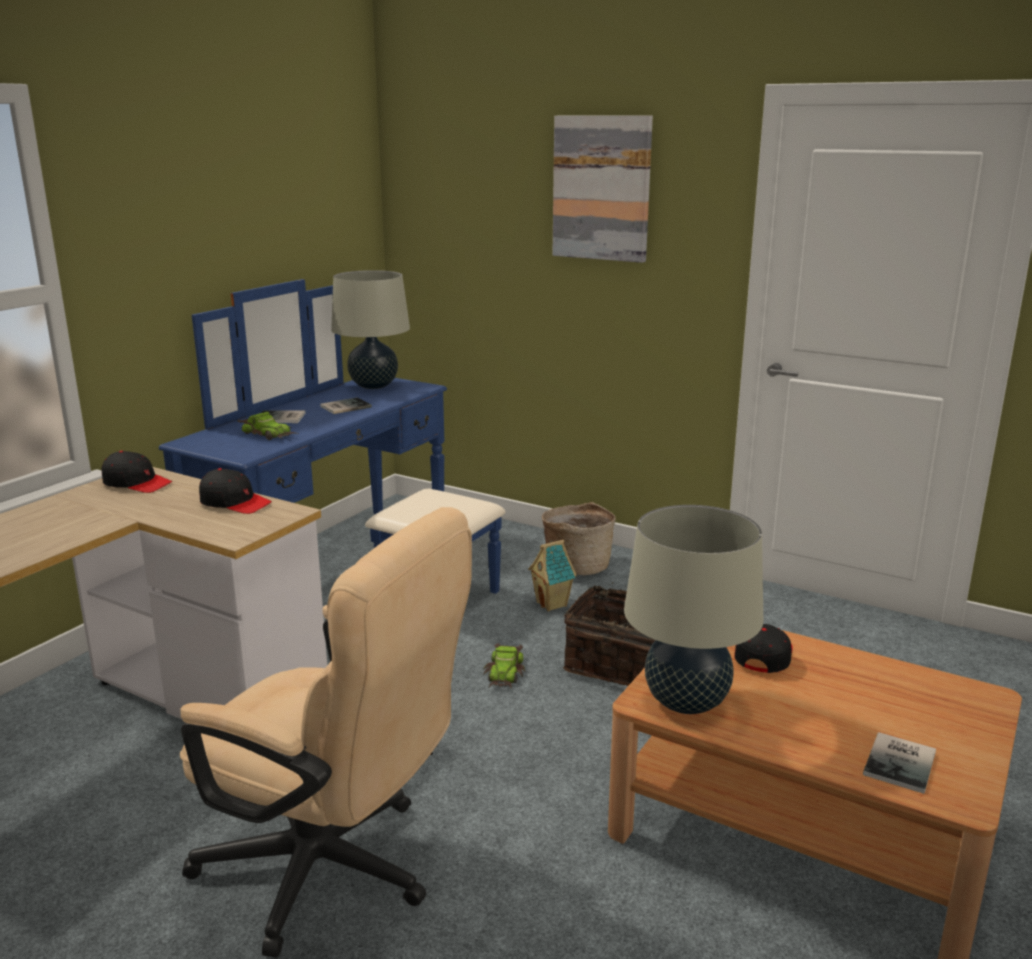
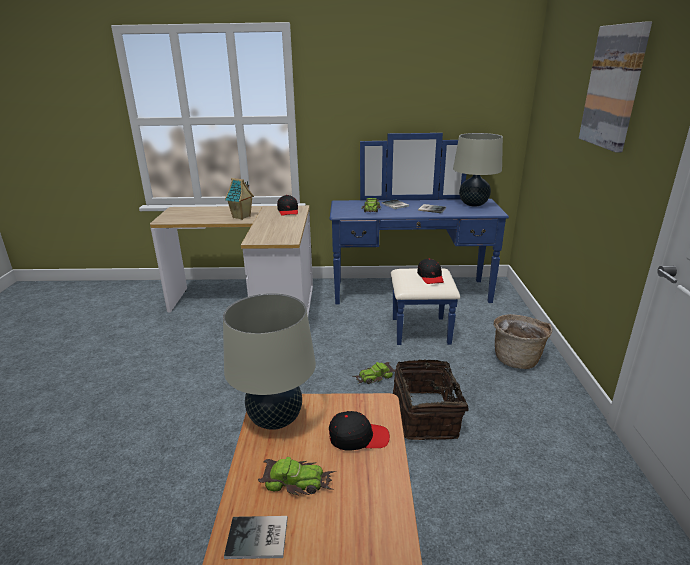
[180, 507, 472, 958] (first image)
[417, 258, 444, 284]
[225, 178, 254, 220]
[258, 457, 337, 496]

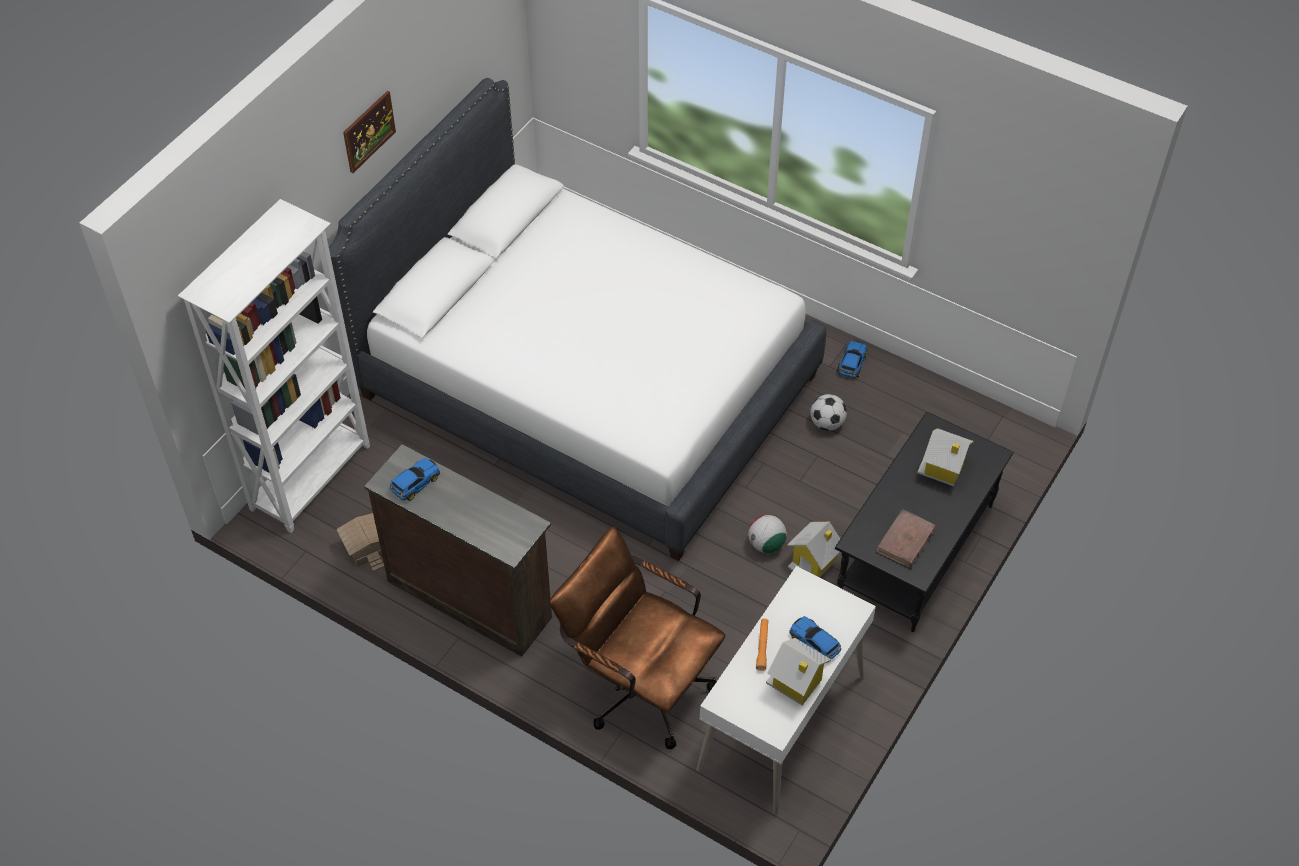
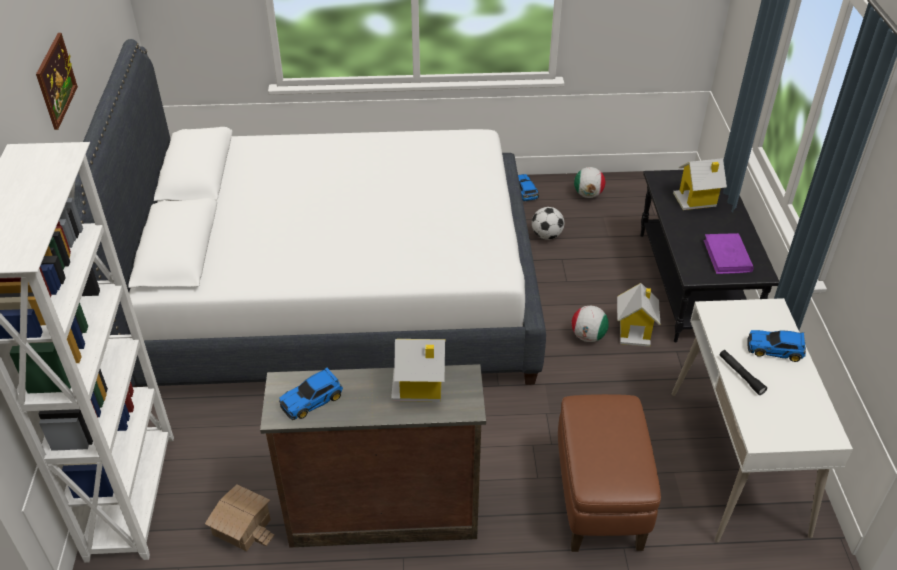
[279, 367, 343, 420]
[558, 394, 661, 552]
[719, 350, 767, 395]
[391, 339, 446, 402]
[704, 233, 754, 274]
[574, 167, 605, 198]

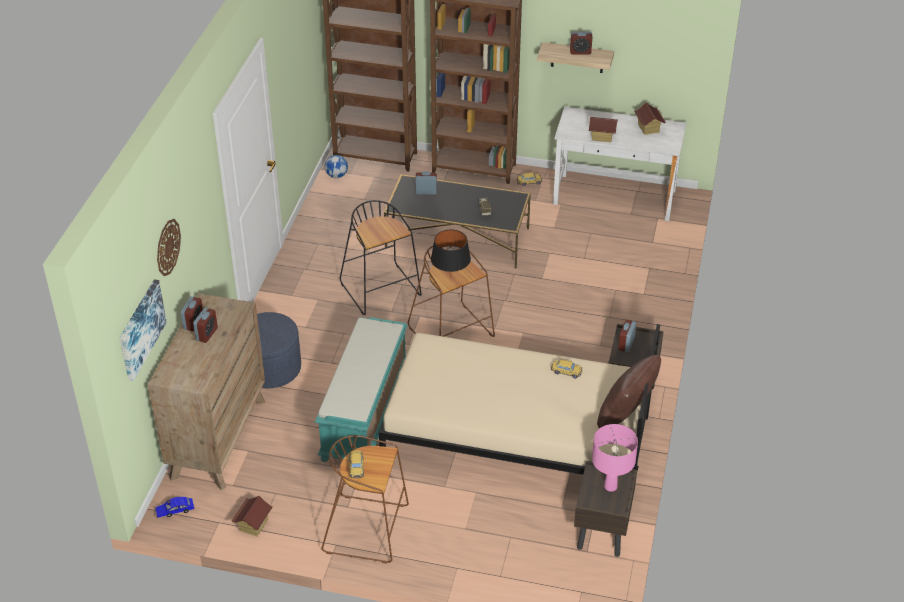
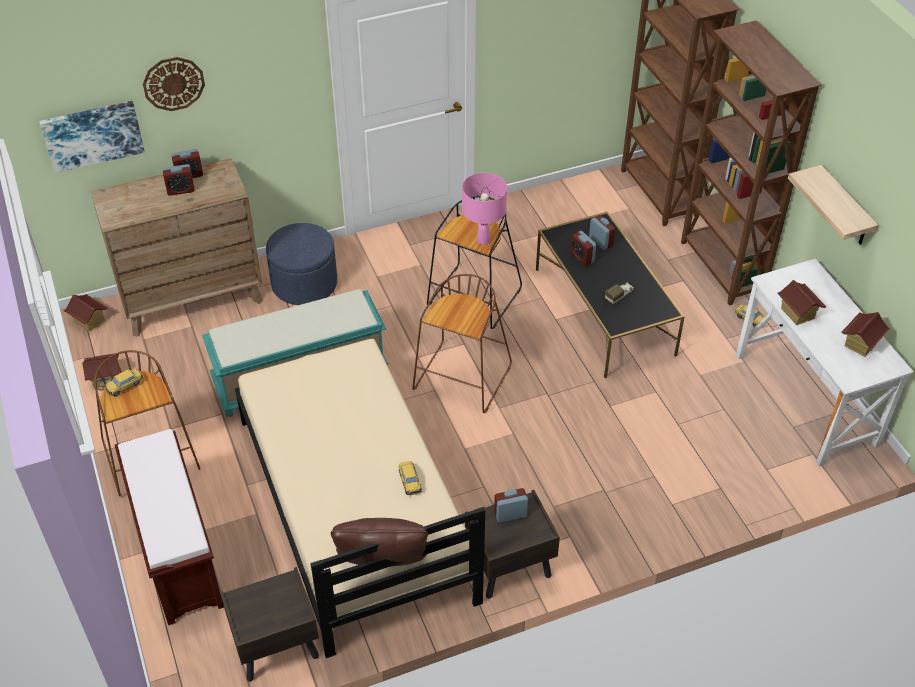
[63, 294, 108, 332]
[325, 155, 348, 178] (first image)
[431, 229, 471, 279] (first image)
[570, 231, 596, 266]
[462, 173, 507, 245]
[115, 429, 224, 625]

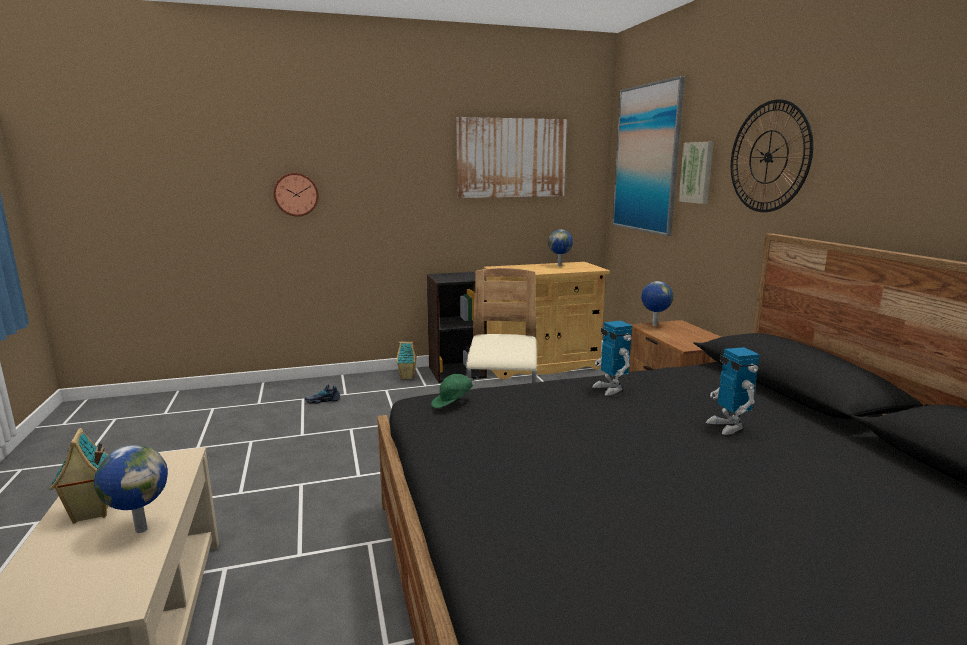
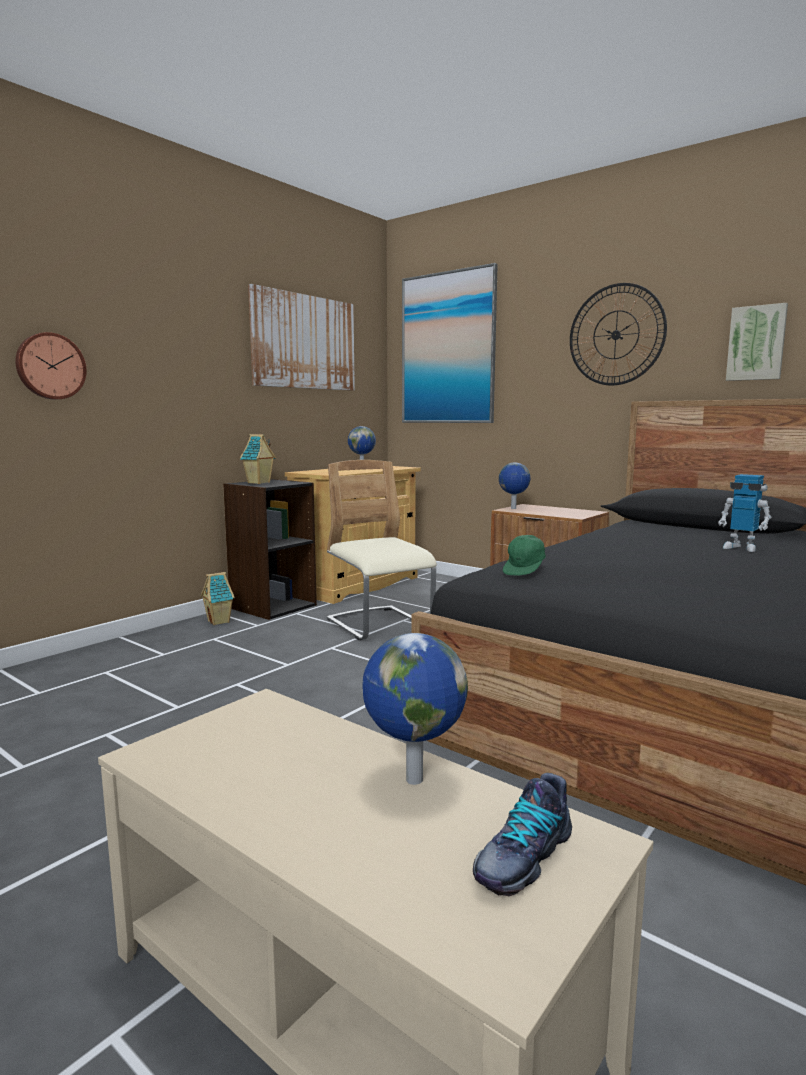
[240, 434, 276, 484]
[473, 773, 572, 896]
[592, 321, 632, 396] (first image)
[726, 303, 788, 381]

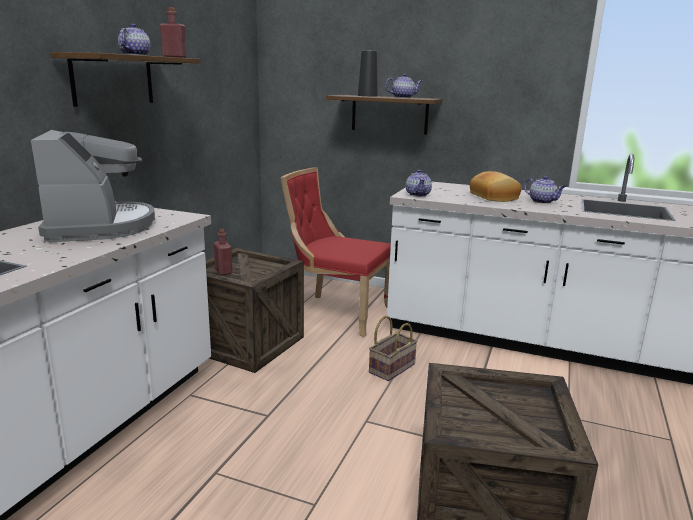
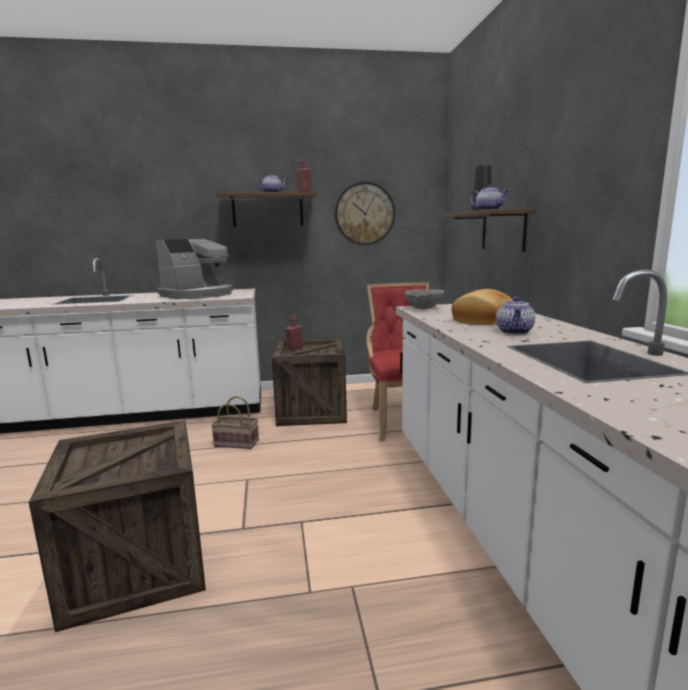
[211, 396, 259, 449]
[405, 290, 444, 309]
[335, 182, 395, 245]

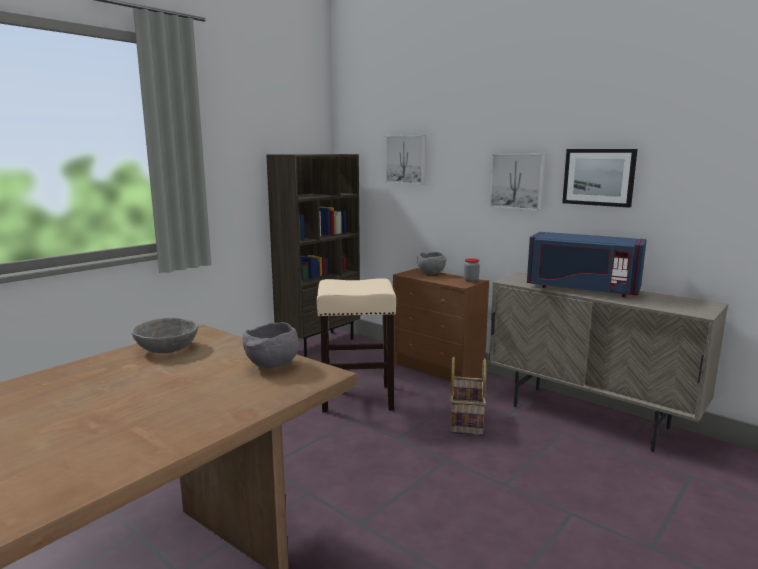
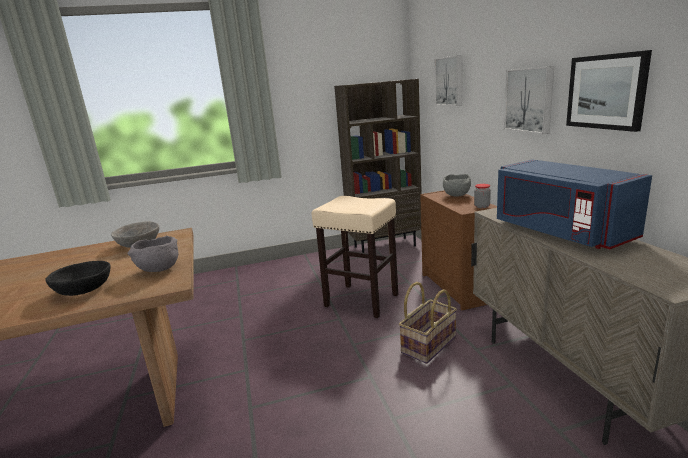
[45, 261, 111, 296]

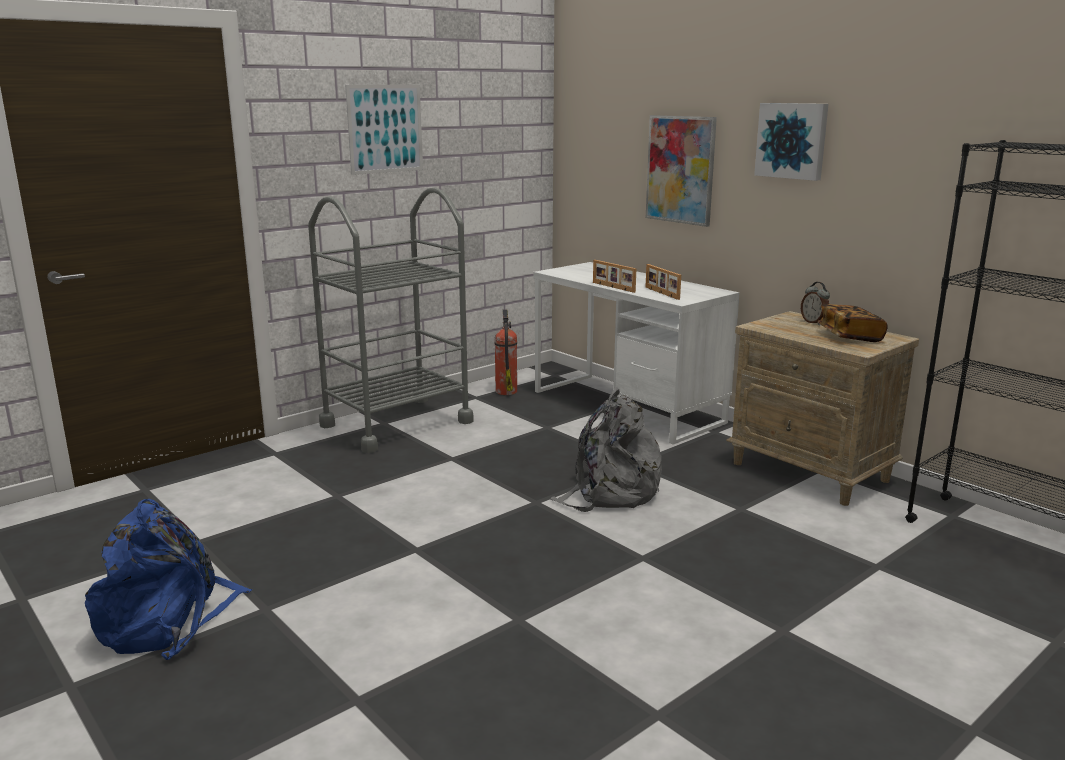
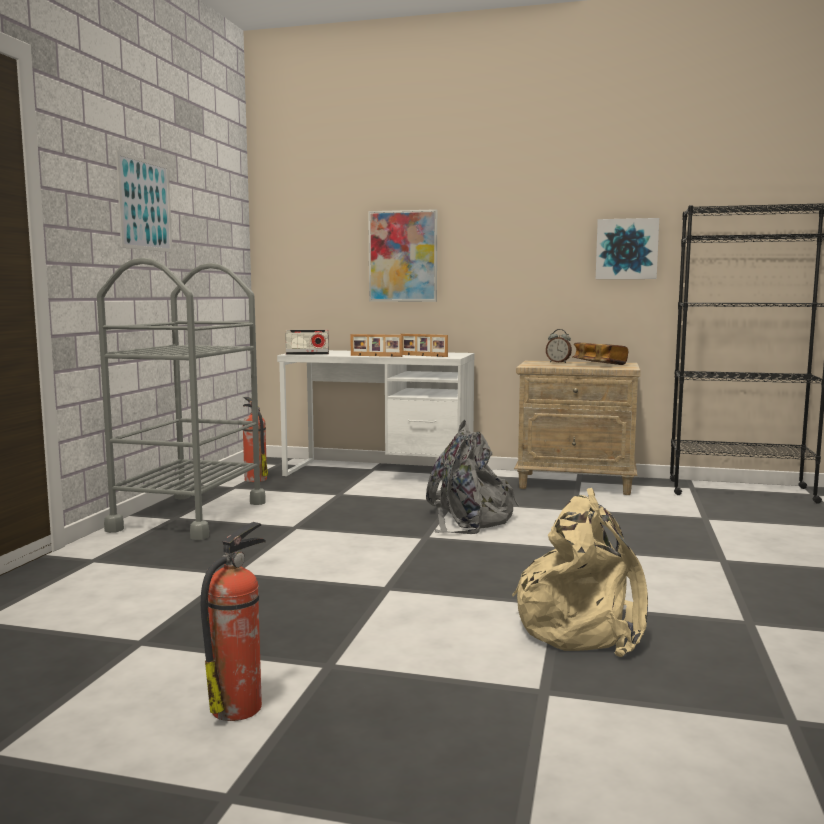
[201, 522, 266, 721]
[596, 218, 659, 279]
[285, 330, 329, 355]
[512, 488, 648, 657]

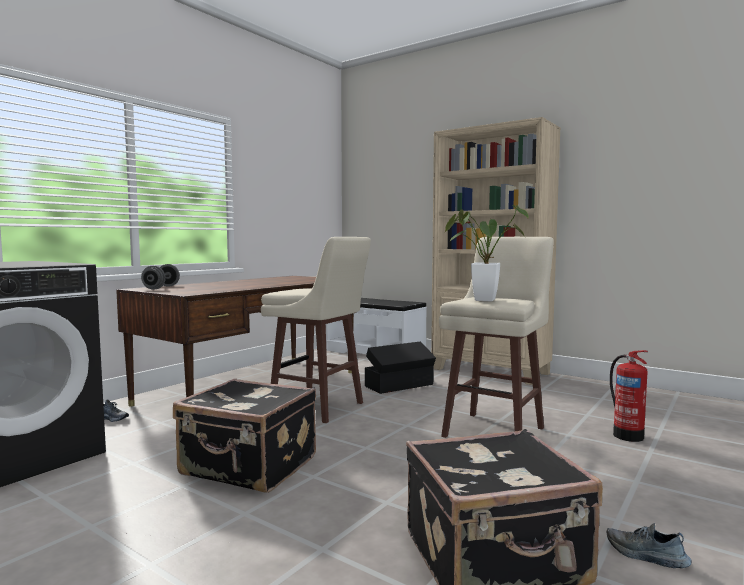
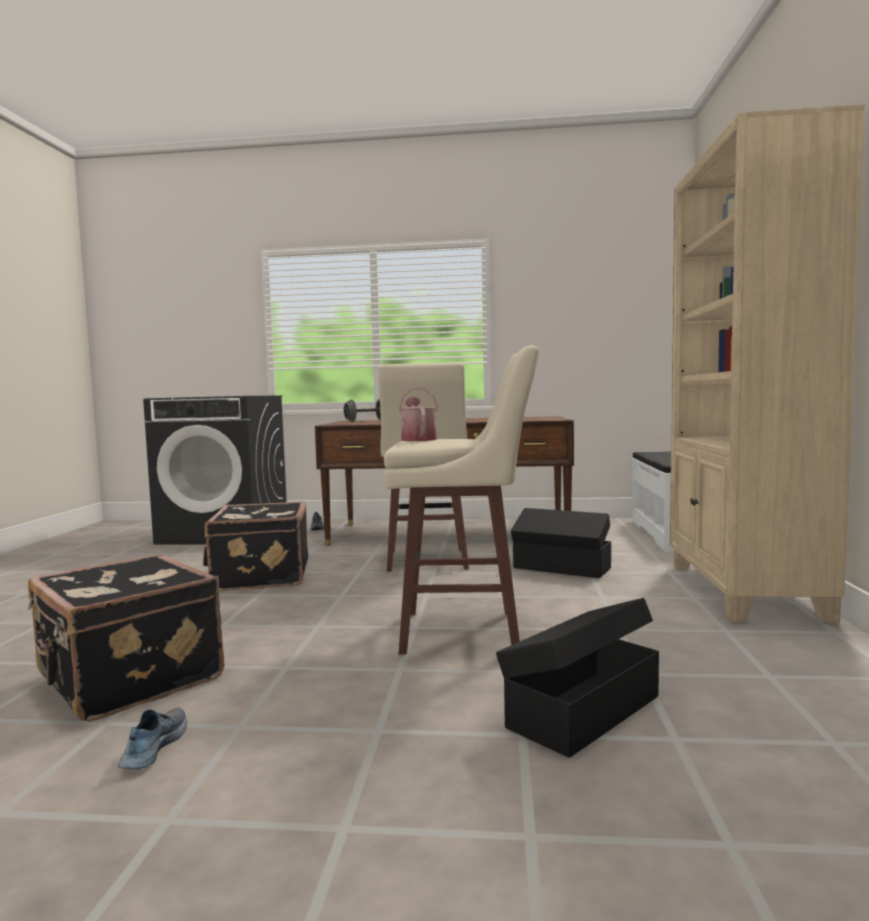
[399, 388, 438, 441]
[496, 598, 659, 758]

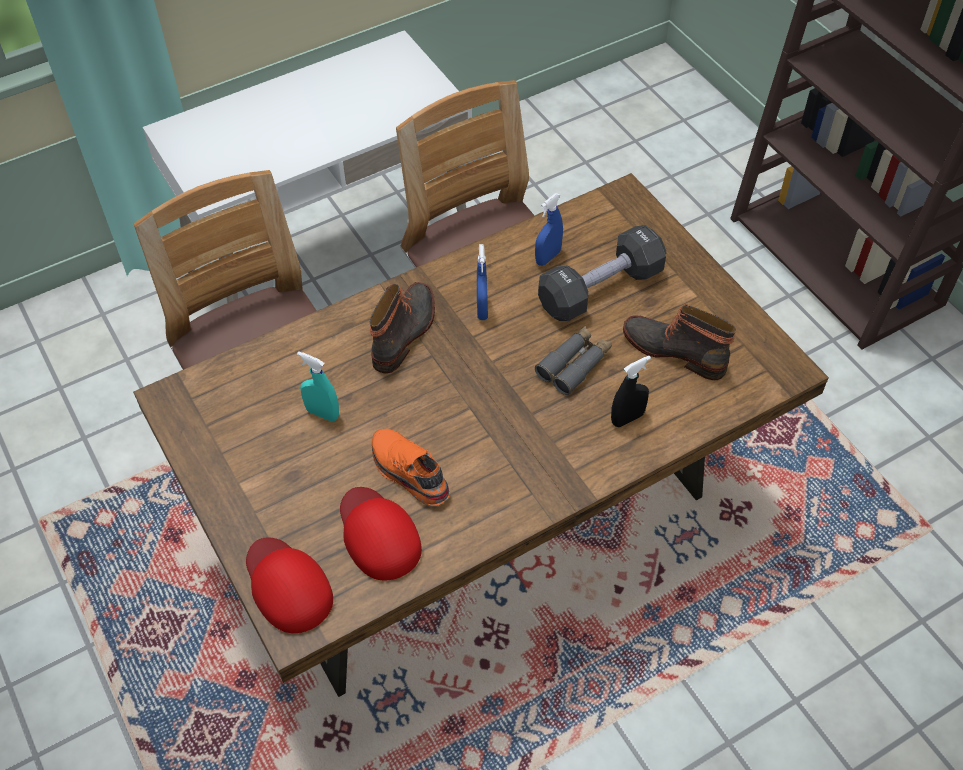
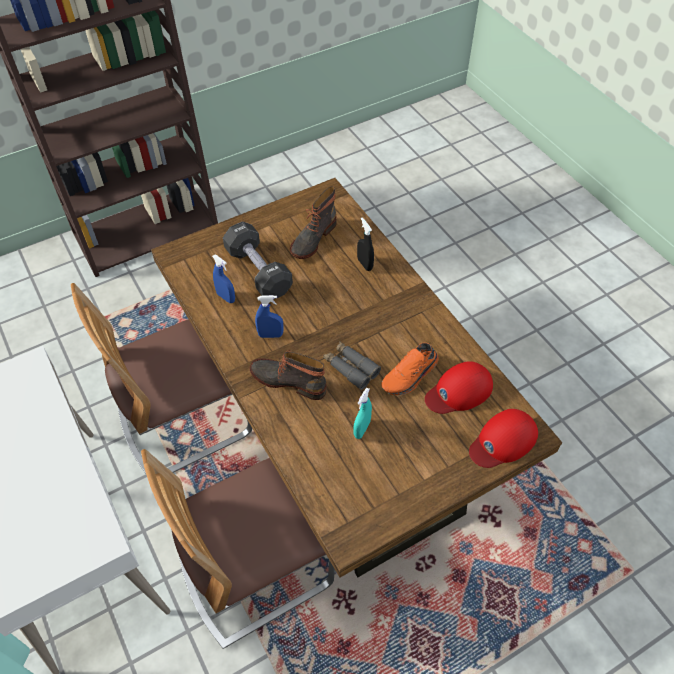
[323, 341, 381, 390]

